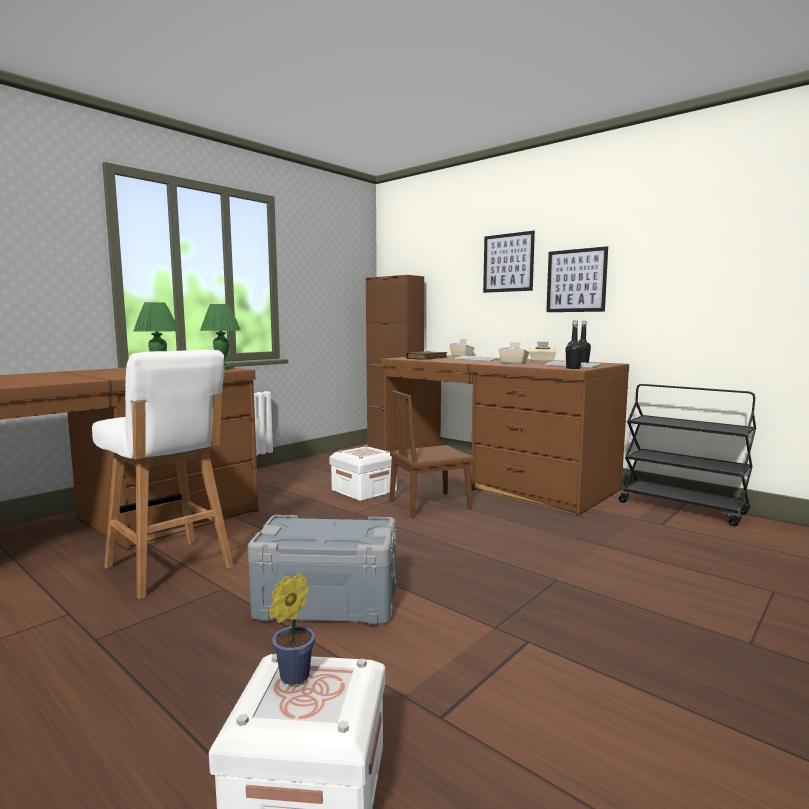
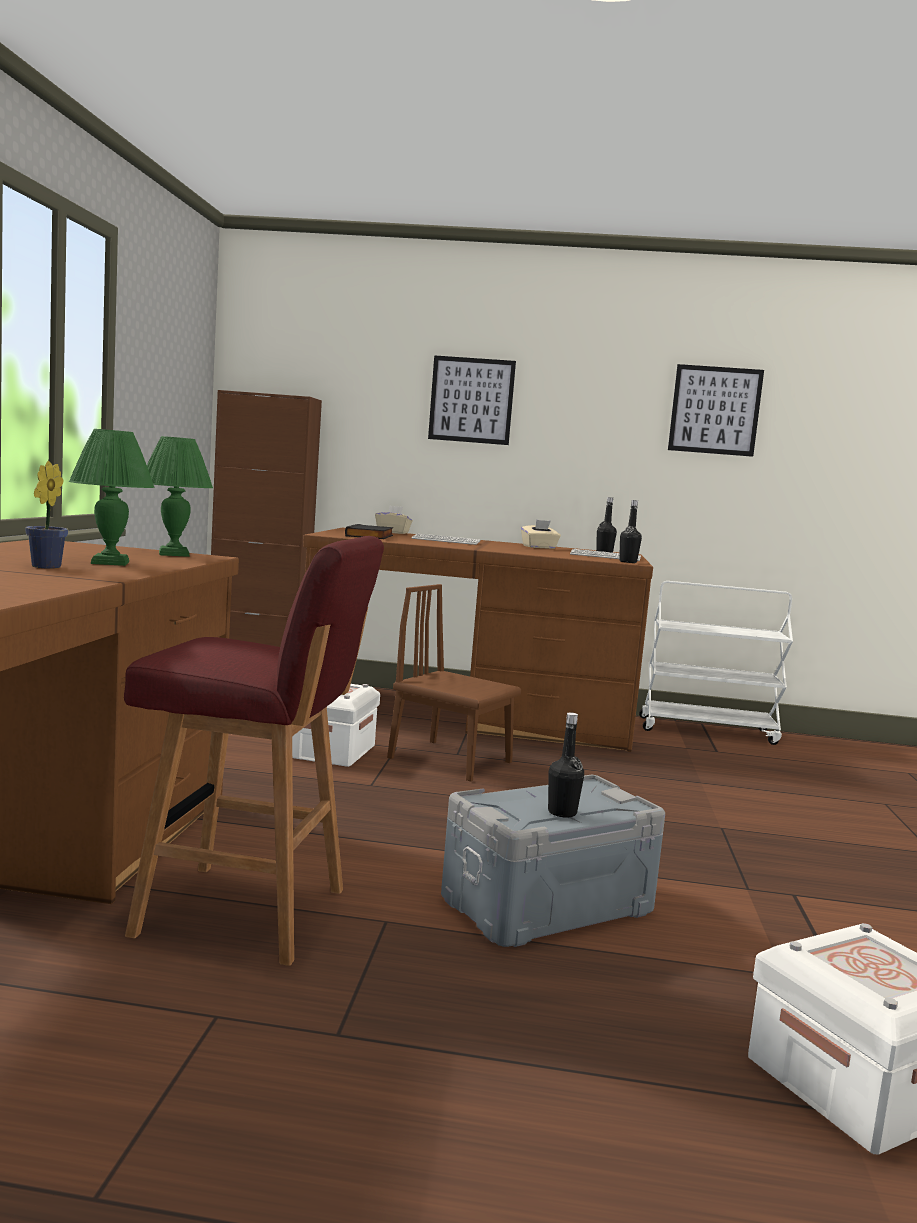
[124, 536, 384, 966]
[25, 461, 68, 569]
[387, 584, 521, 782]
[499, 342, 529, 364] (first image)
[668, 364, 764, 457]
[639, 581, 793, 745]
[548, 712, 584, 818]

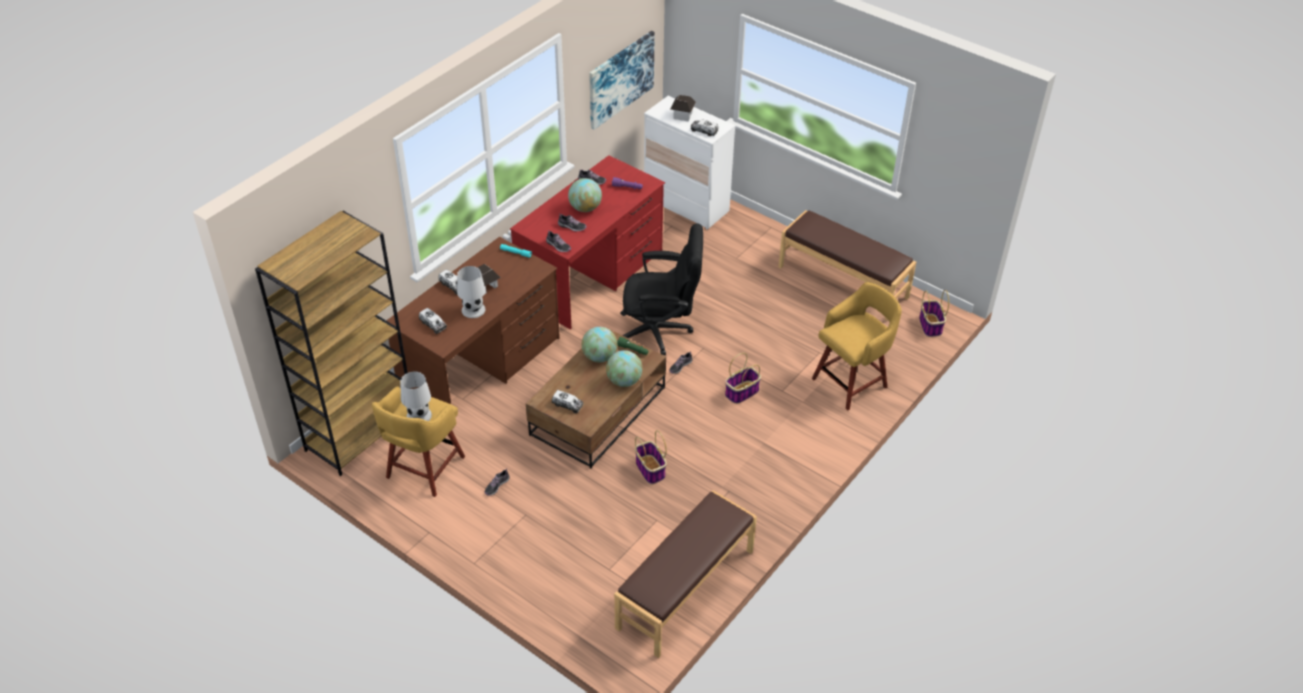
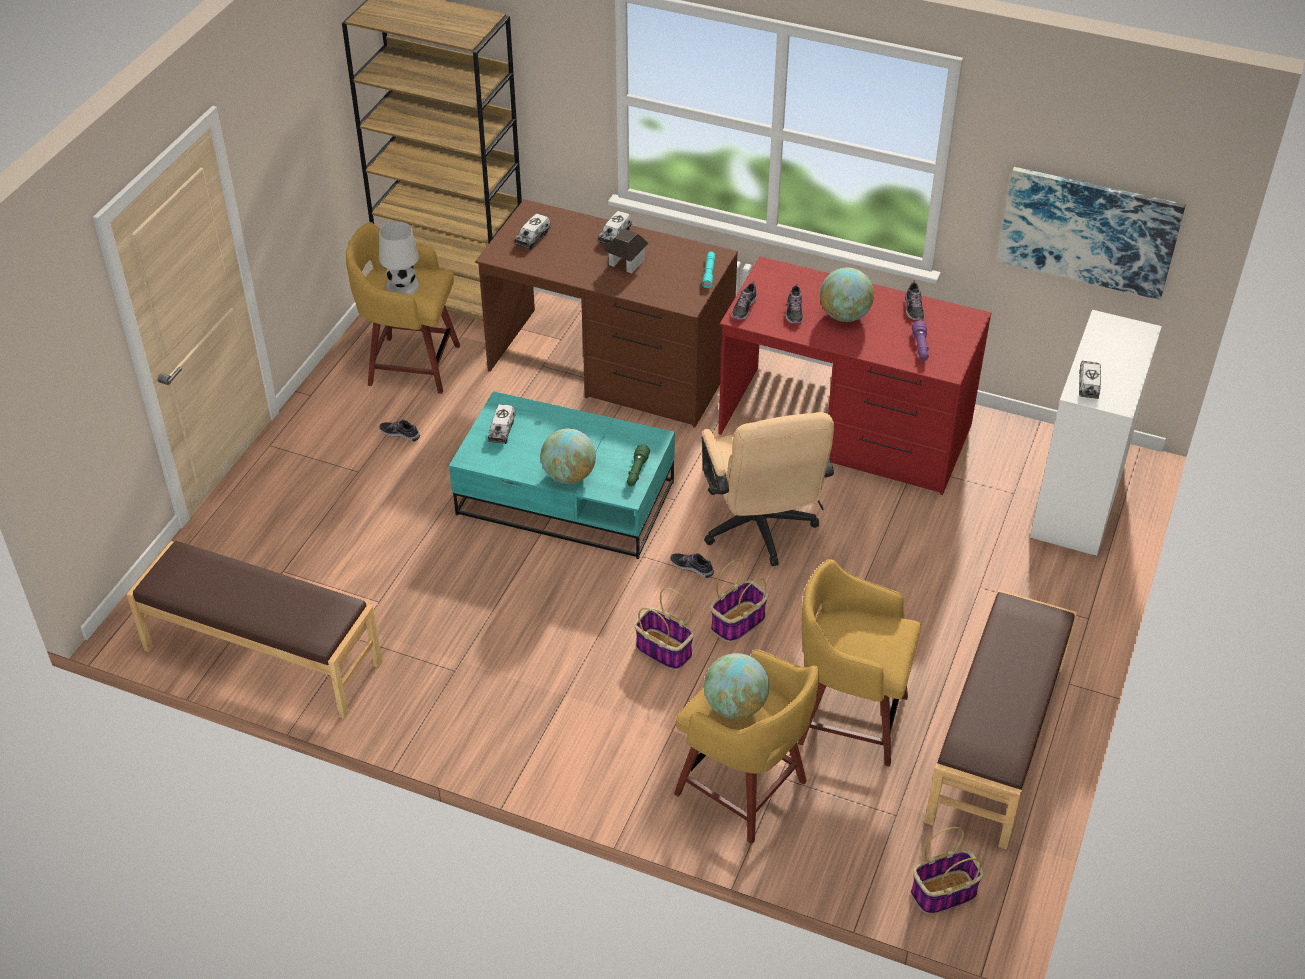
[457, 266, 486, 318] (first image)
[449, 391, 675, 559]
[704, 653, 769, 719]
[702, 412, 834, 566]
[711, 559, 768, 642]
[670, 95, 696, 121] (first image)
[798, 559, 921, 767]

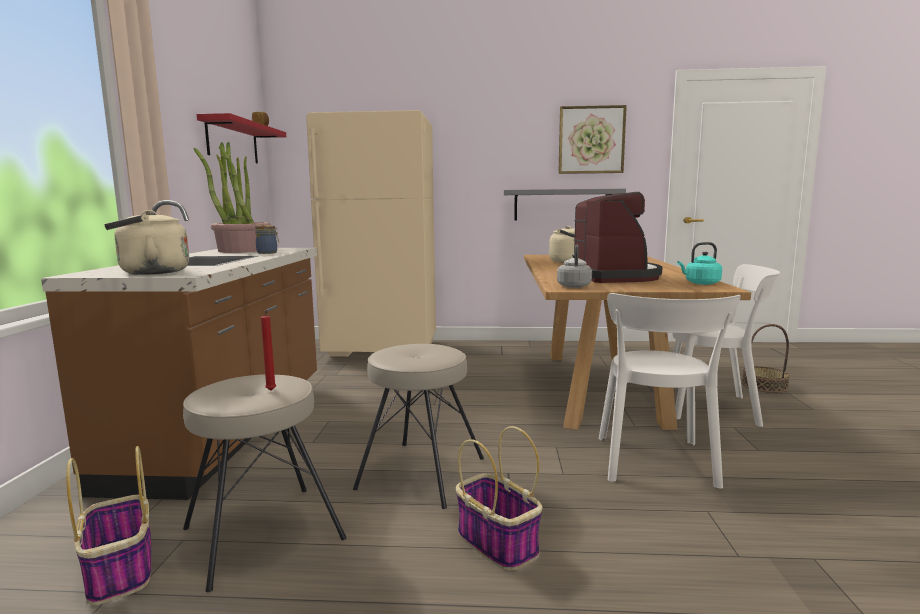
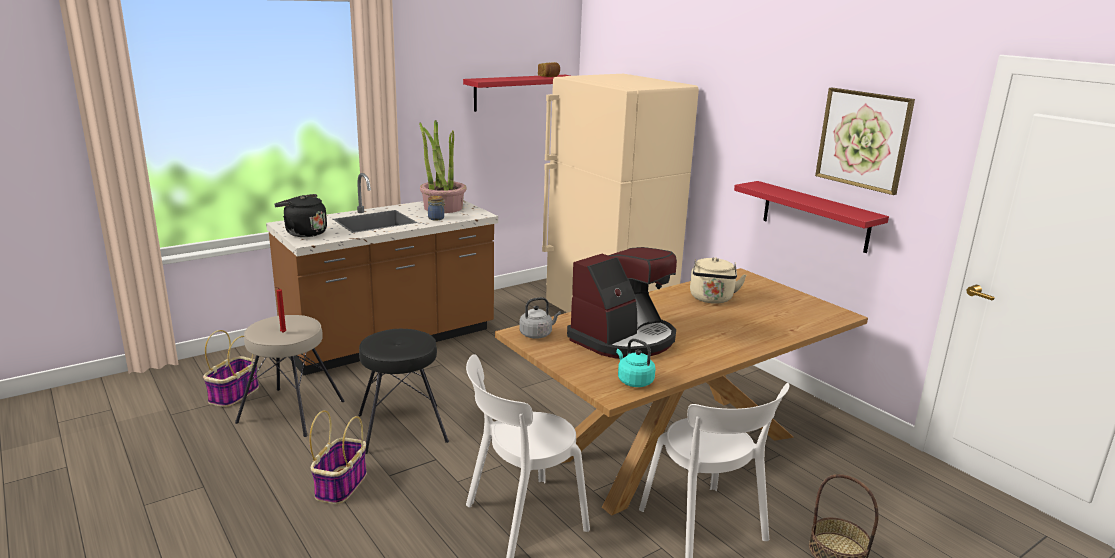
[274, 194, 327, 237]
[358, 329, 449, 454]
[734, 181, 889, 253]

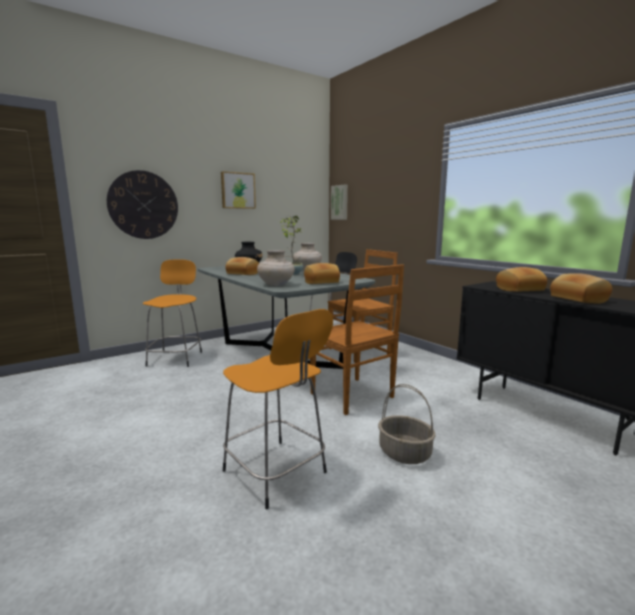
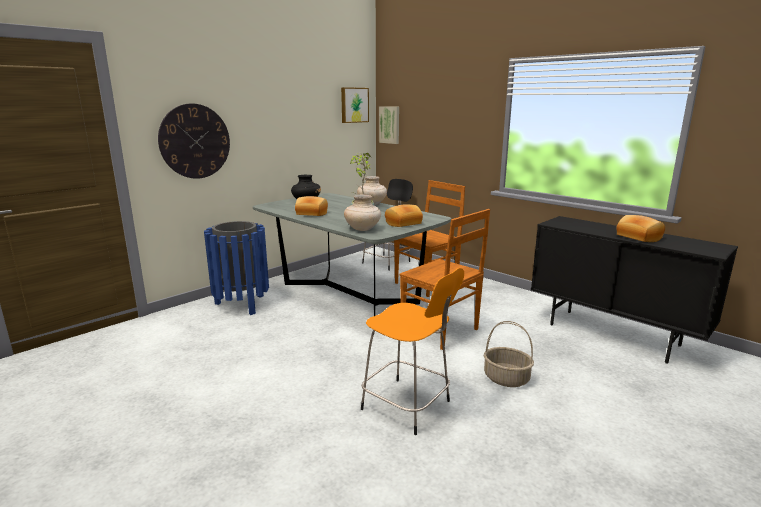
[204, 221, 269, 315]
[341, 87, 369, 123]
[496, 267, 547, 292] (first image)

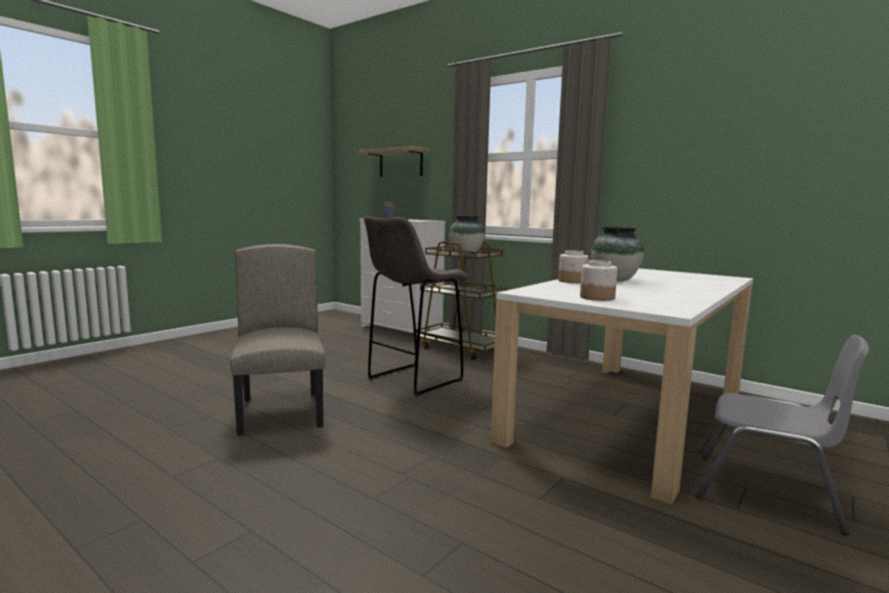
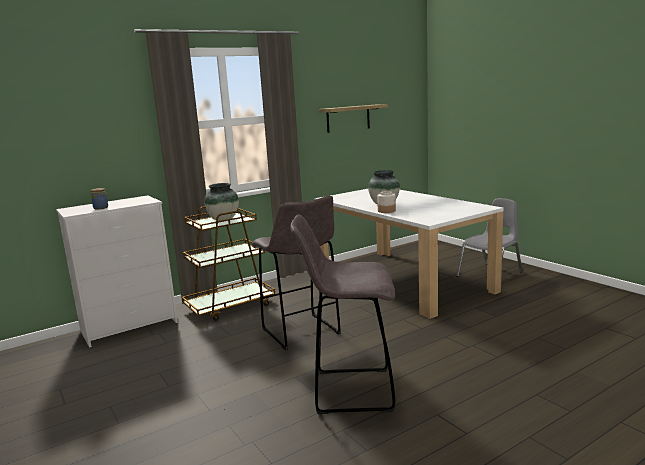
[290, 214, 395, 414]
[319, 104, 388, 133]
[580, 260, 617, 301] (first image)

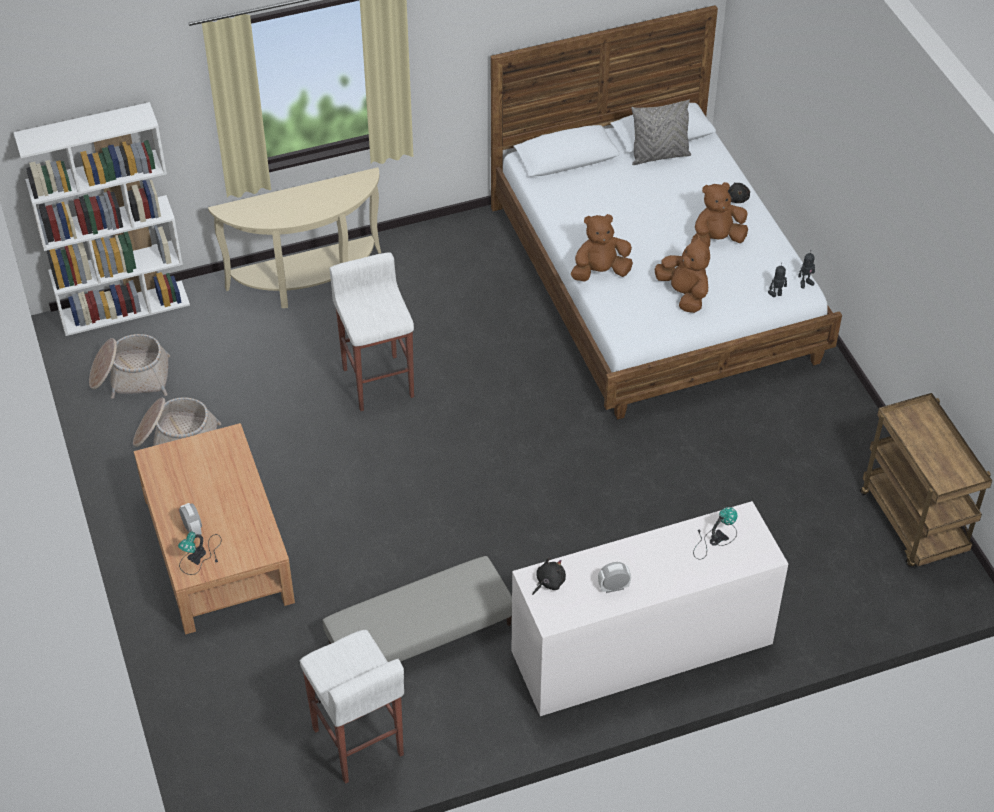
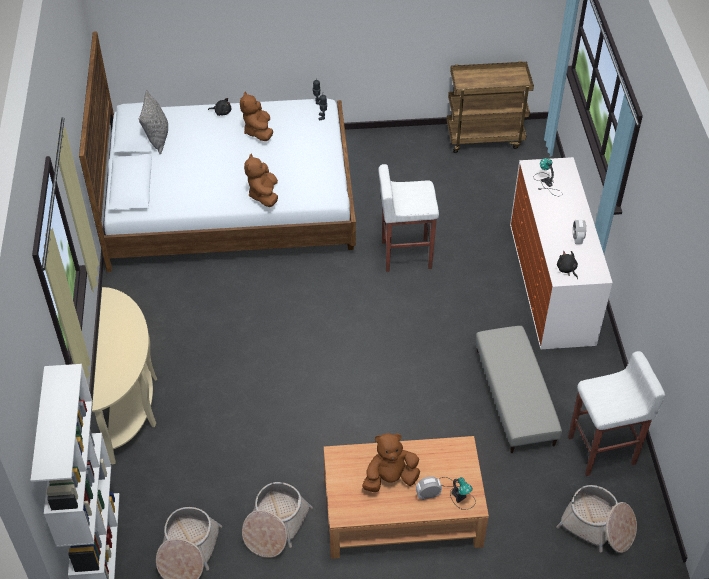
[378, 164, 439, 272]
[362, 433, 420, 492]
[556, 485, 637, 553]

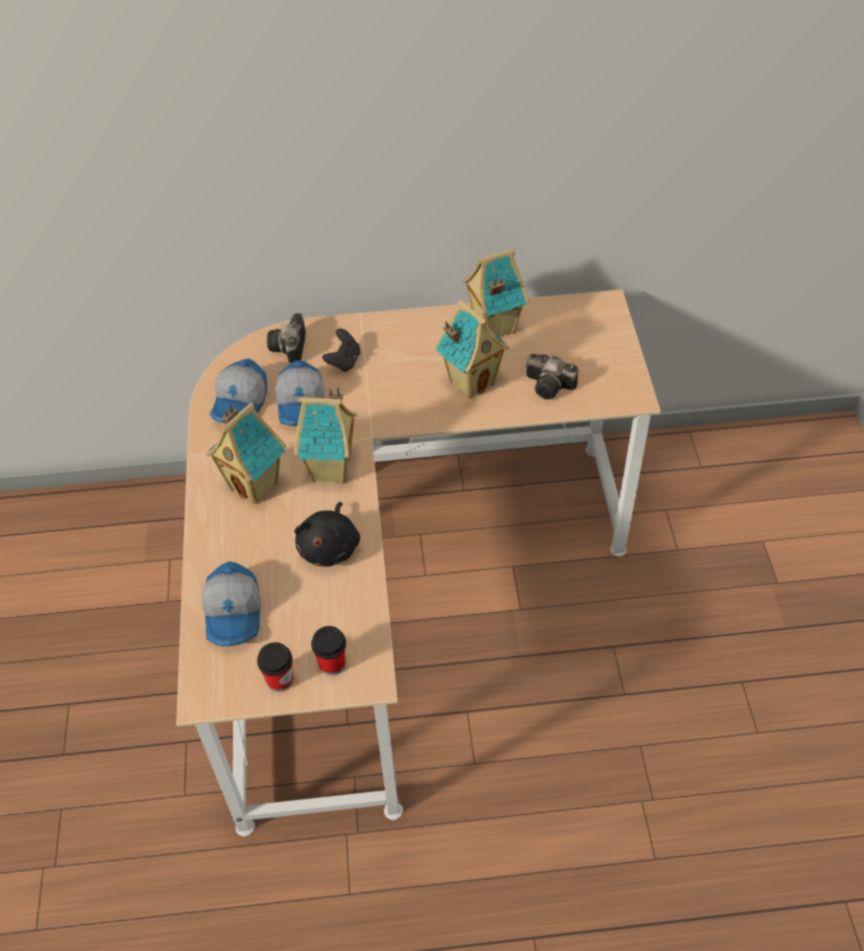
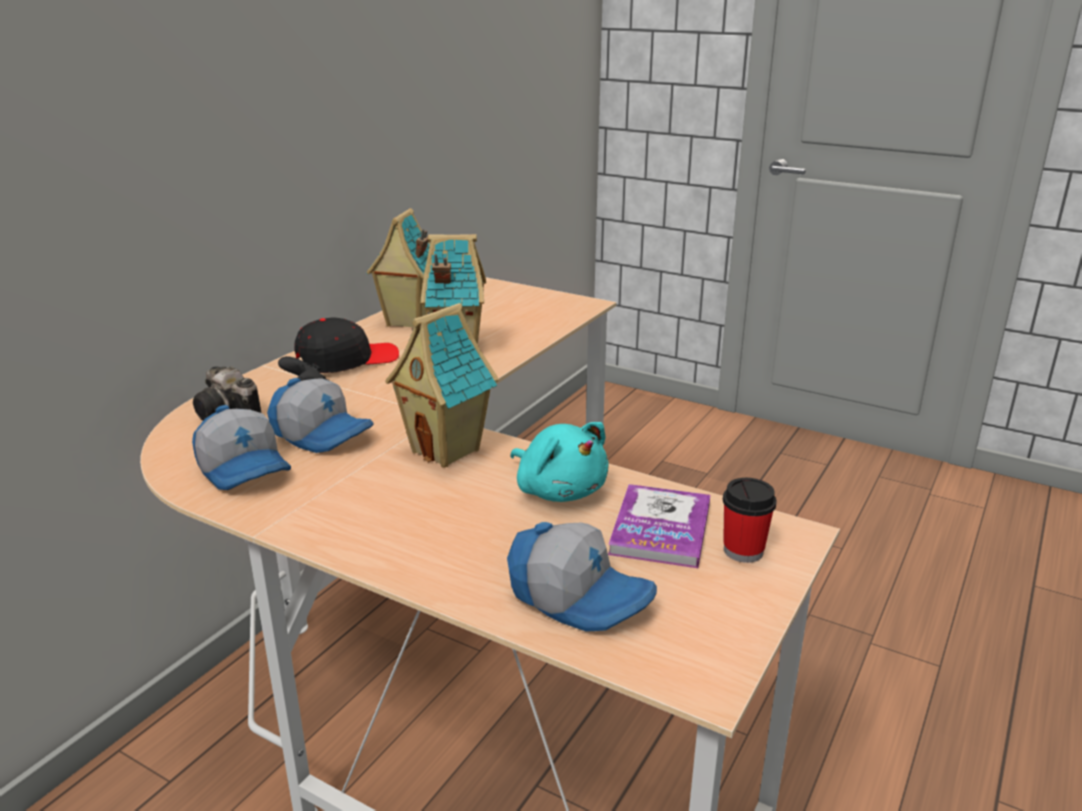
[206, 402, 286, 504] (first image)
[257, 642, 293, 692] (first image)
[510, 422, 609, 502]
[526, 354, 579, 399] (first image)
[294, 318, 399, 373]
[608, 484, 710, 568]

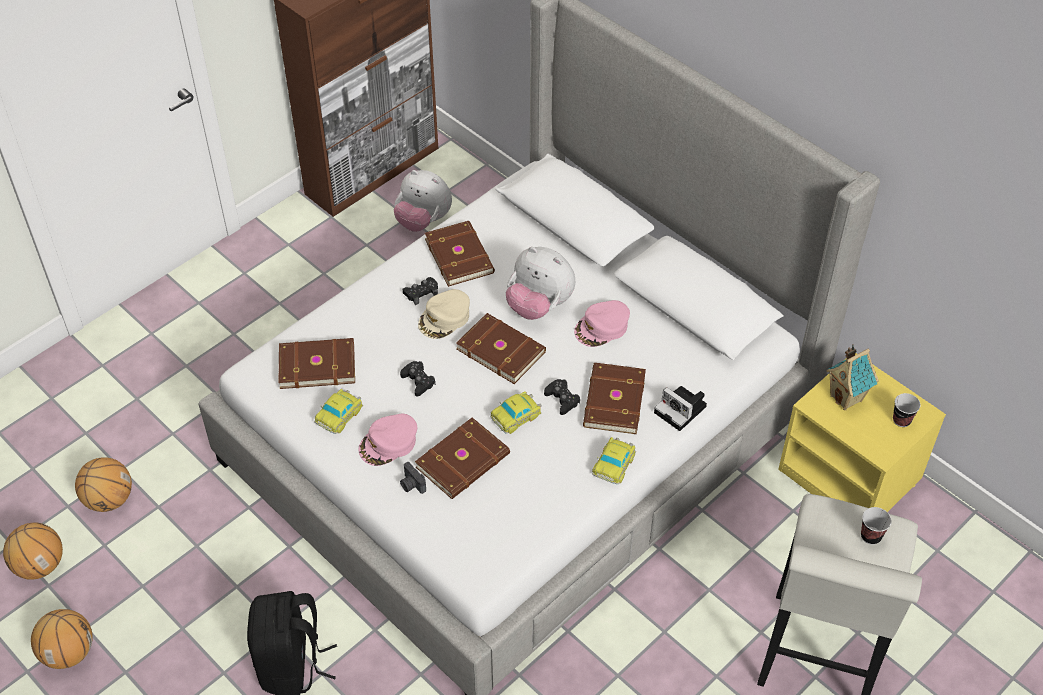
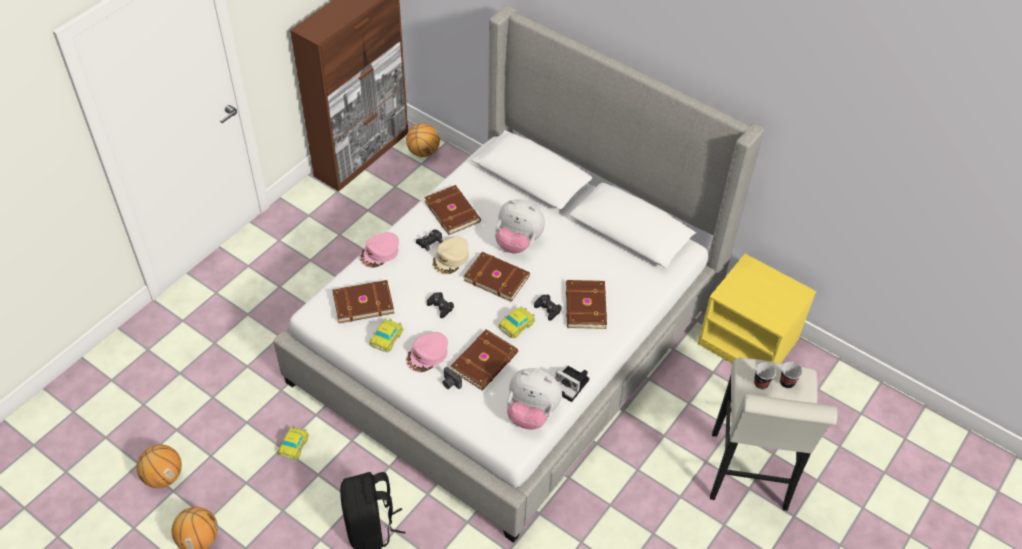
[406, 123, 440, 157]
[507, 368, 562, 429]
[359, 232, 399, 268]
[278, 426, 309, 460]
[555, 366, 589, 402]
[827, 344, 879, 410] (first image)
[754, 362, 776, 389]

